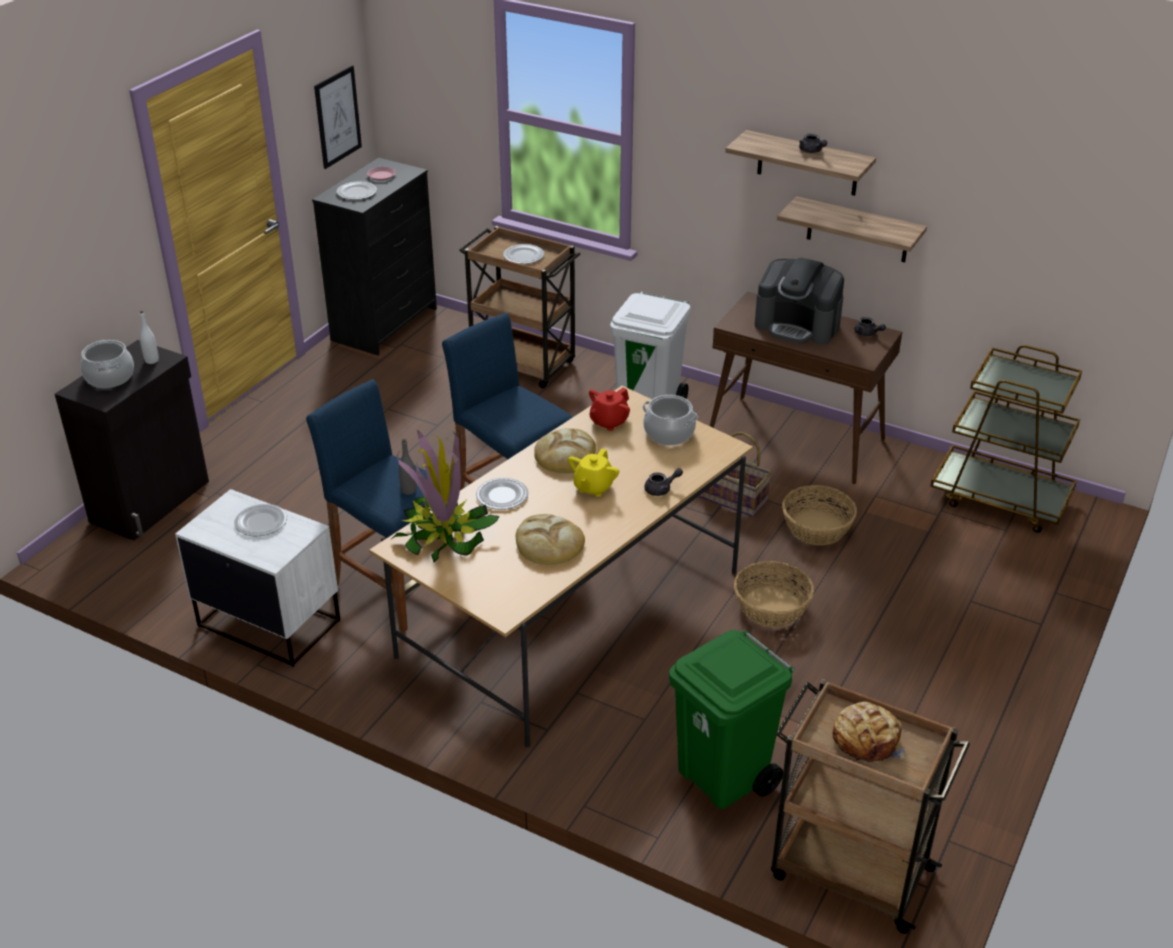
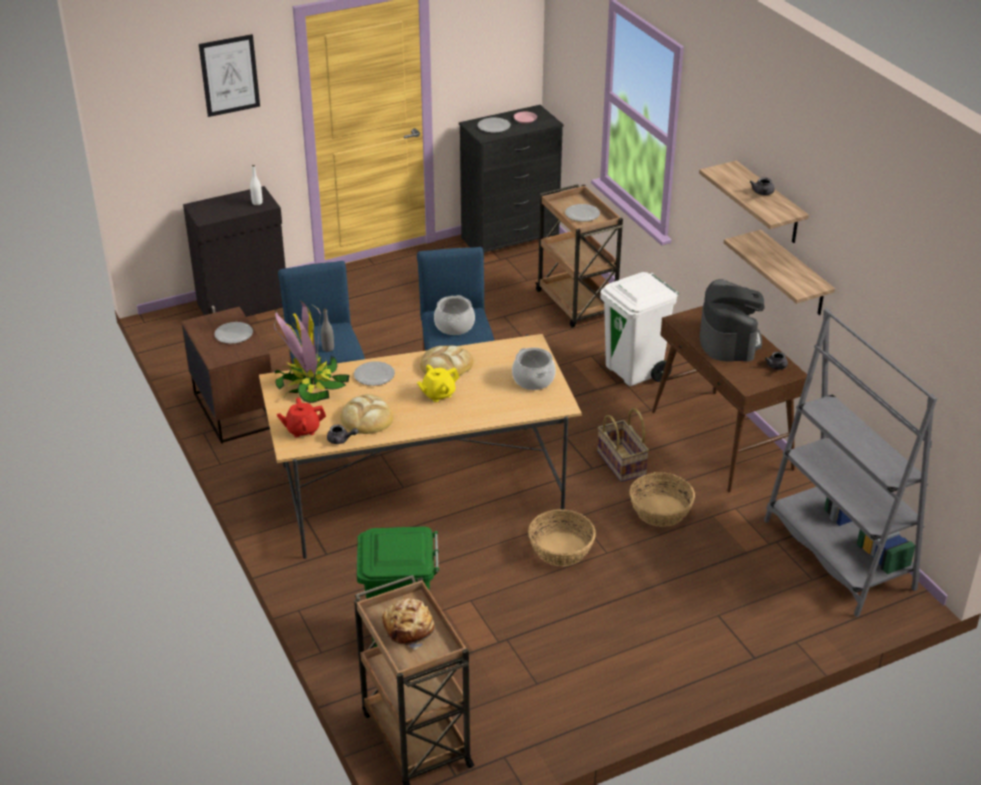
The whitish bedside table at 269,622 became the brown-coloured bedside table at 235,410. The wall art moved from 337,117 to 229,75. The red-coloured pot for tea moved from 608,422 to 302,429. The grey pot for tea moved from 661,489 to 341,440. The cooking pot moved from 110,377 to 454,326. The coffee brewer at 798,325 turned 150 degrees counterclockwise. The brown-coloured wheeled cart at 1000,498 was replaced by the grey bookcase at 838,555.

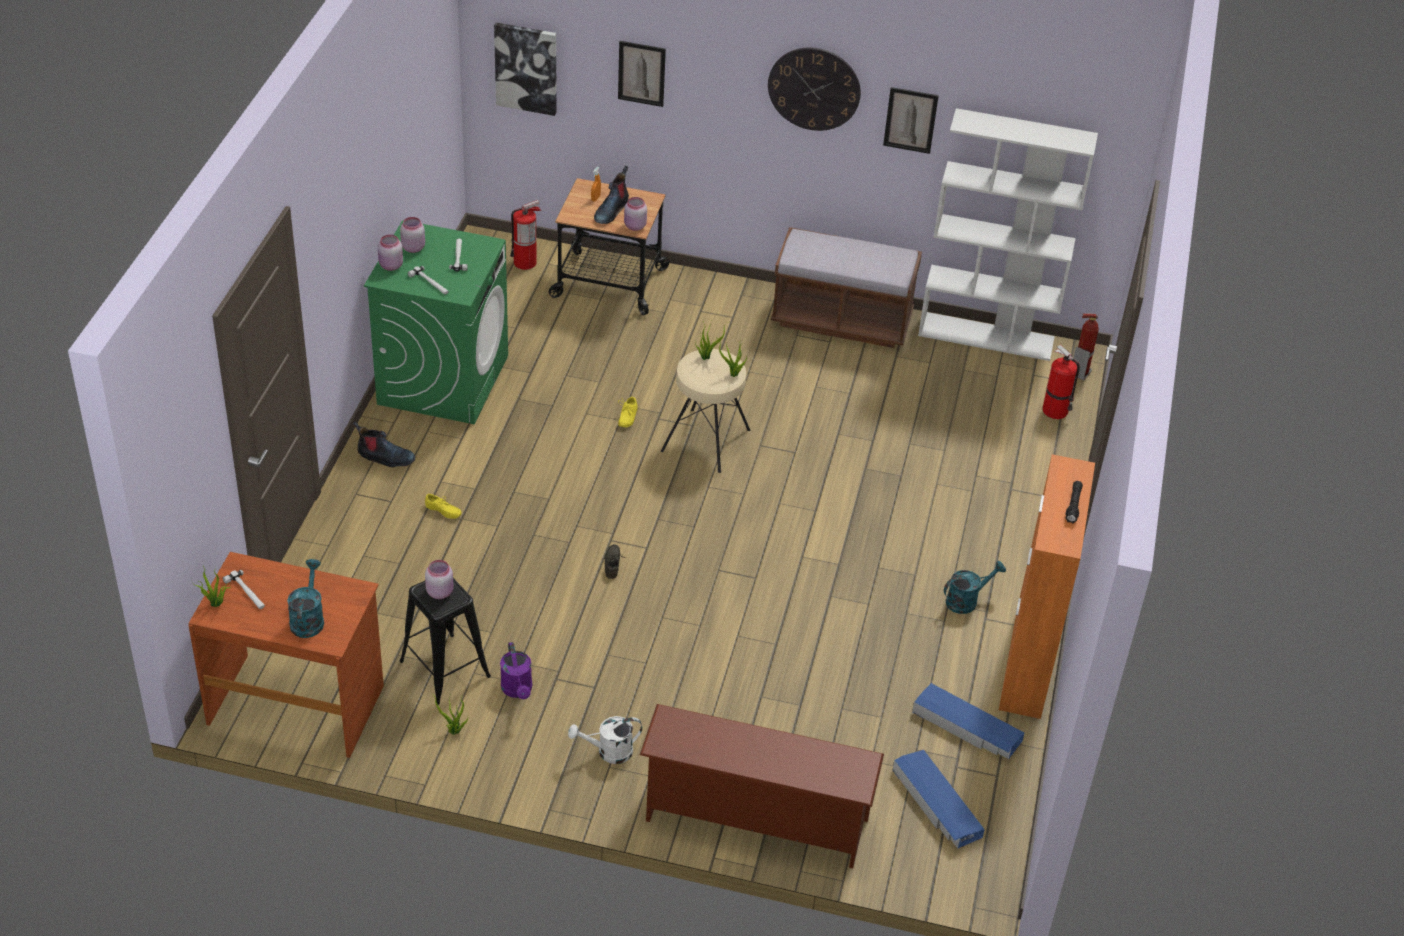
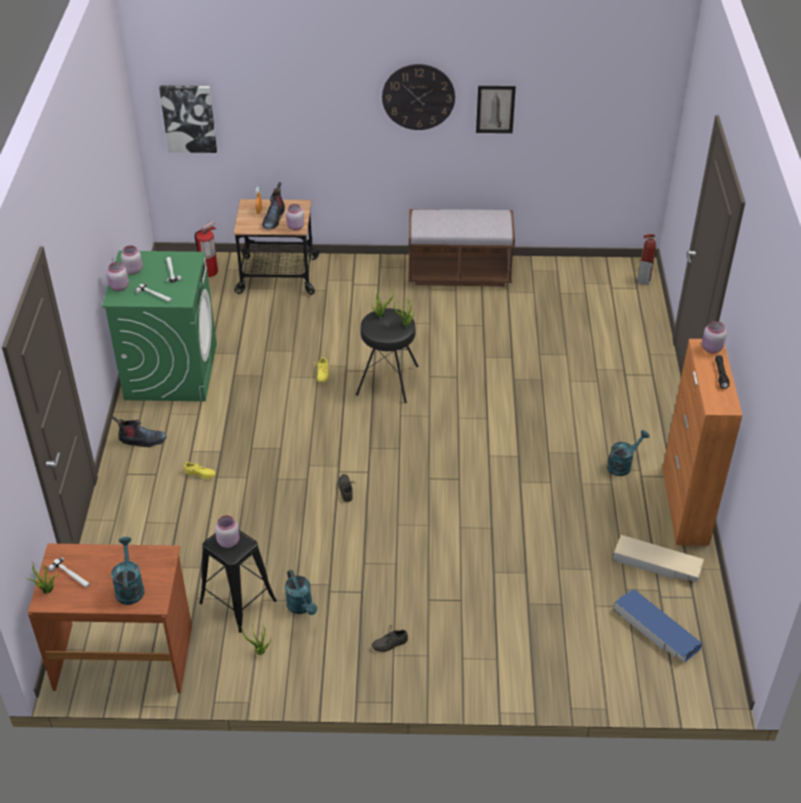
The purple watering can at 518,690 became the turquoise-coloured watering can at 301,607. The beige-coloured stool at 706,440 became the blackish stool at 388,380. The whitish watering can at 608,752 was replaced by the grey low shoe at 389,643. The bluish storage bin at 967,727 became the beige-coloured storage bin at 657,563. The pink-coloured preserve jar at 711,348 appeared. The wall art at 641,73 disappeared. The brown-coloured shoe rack at 754,821 disappeared. The whitish bookcase at 987,336 disappeared. The fire extinguisher at 1056,411 disappeared.

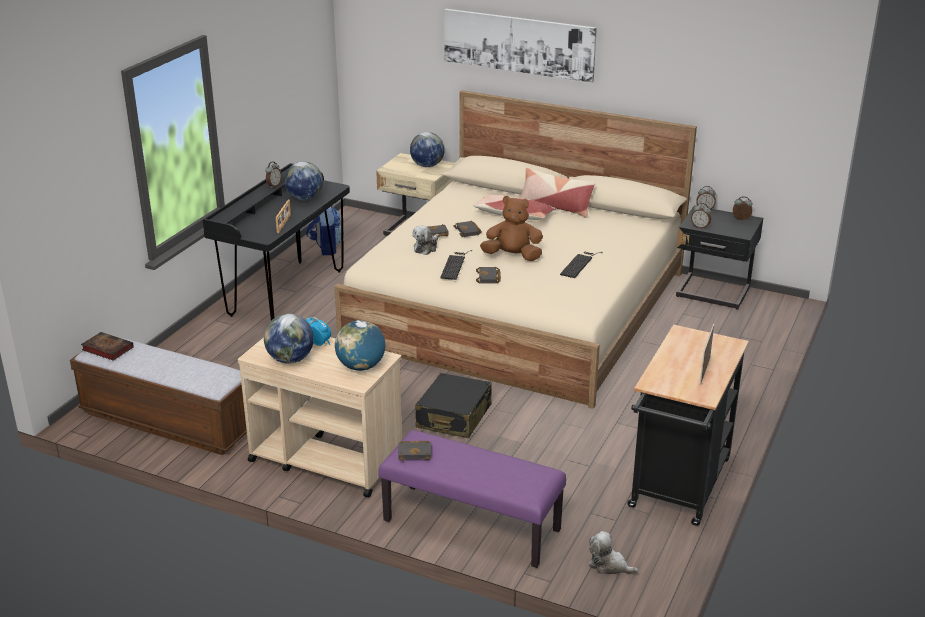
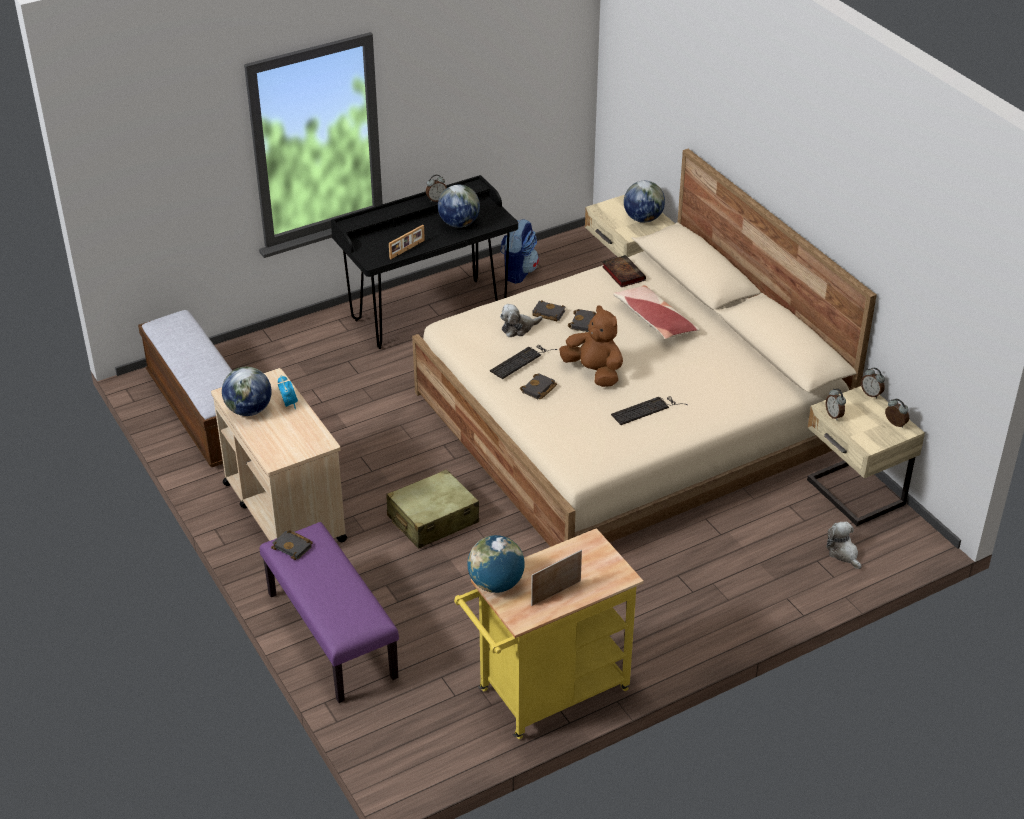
The blackish travel case at 453,417 became the beige-coloured travel case at 432,520. The blackish wheeled cart at 678,489 became the yellow wheeled cart at 546,694. The world globe moved from 361,366 to 496,584. The bound book moved from 106,349 to 622,273. The blackish bedside table at 712,293 became the beige-coloured bedside table at 853,494. The soft toy moved from 609,565 to 843,553. The wall art at 518,44 disappeared. The throw pillow at 555,207 disappeared.

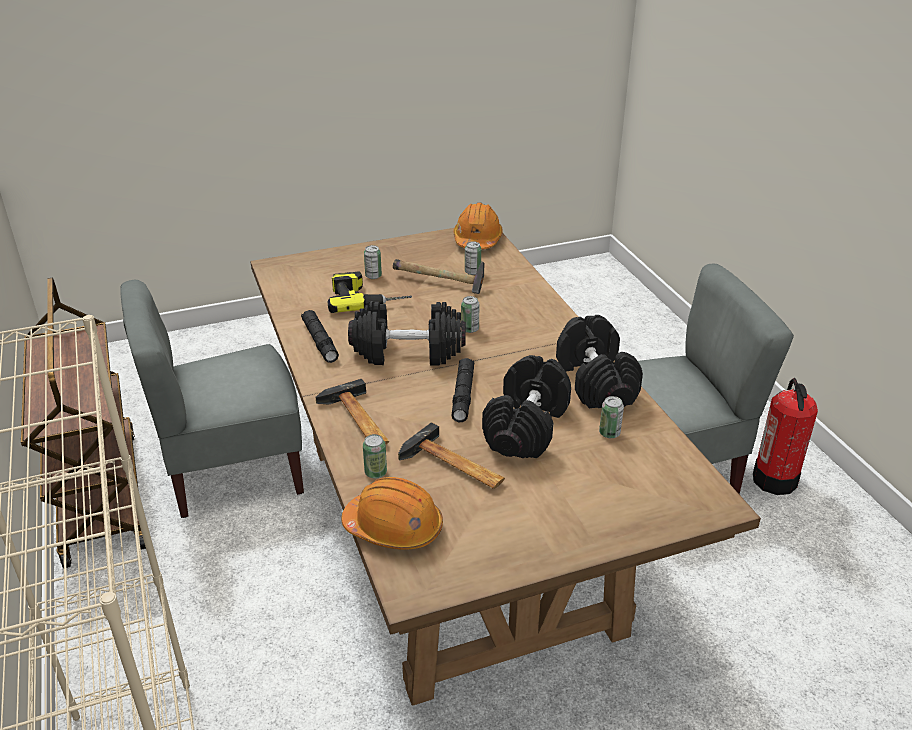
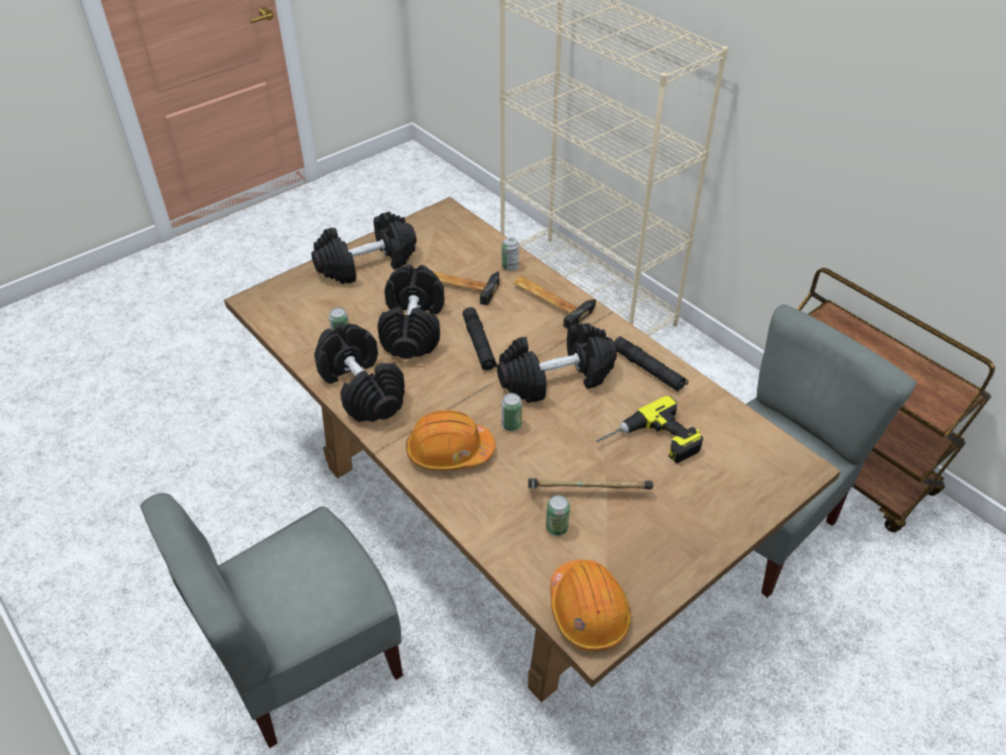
The blackish dumbbell at 366,264 appeared. The orange hard hat moved from 394,528 to 449,451. The can at 373,276 disappeared. The fire extinguisher at 775,479 disappeared.

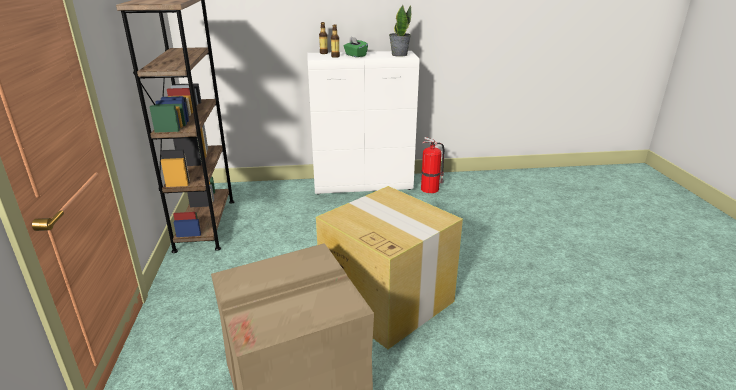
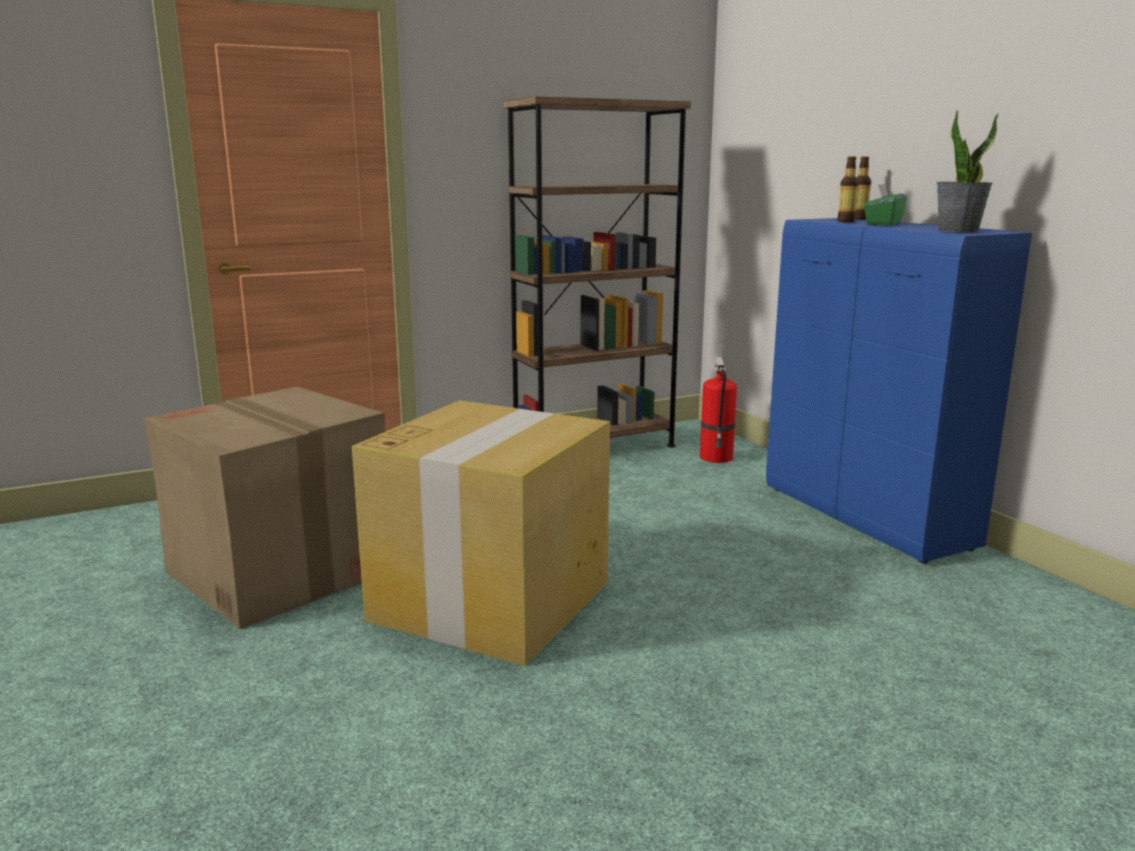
The fire extinguisher moved from 430,189 to 716,458. The whitish cabinet at 363,185 became the bluish cabinet at 867,518.

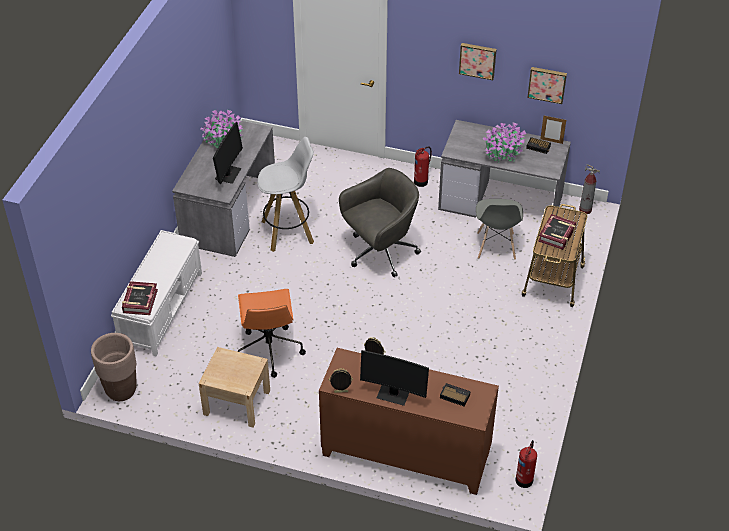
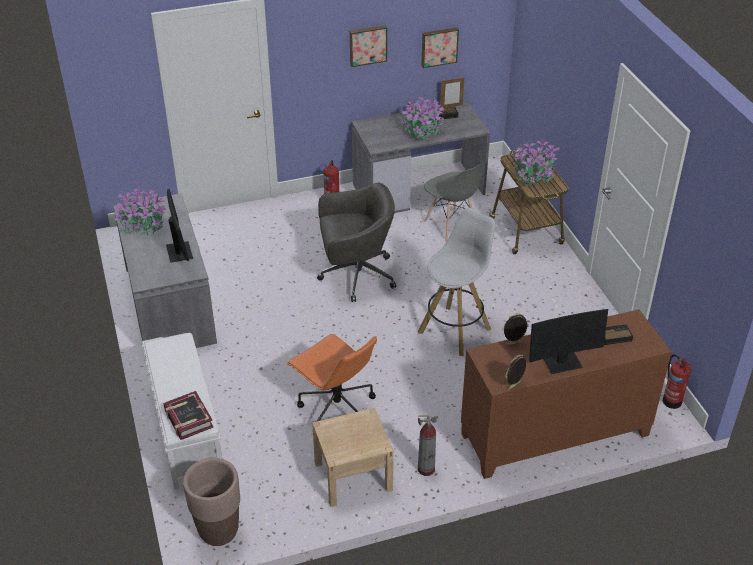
The grey office chair at 380,253 turned 60 degrees clockwise. The whitish stool moved from 288,232 to 455,330. The fire extinguisher moved from 585,210 to 426,469. The bound book at 557,235 was replaced by the houseplant at 534,176.

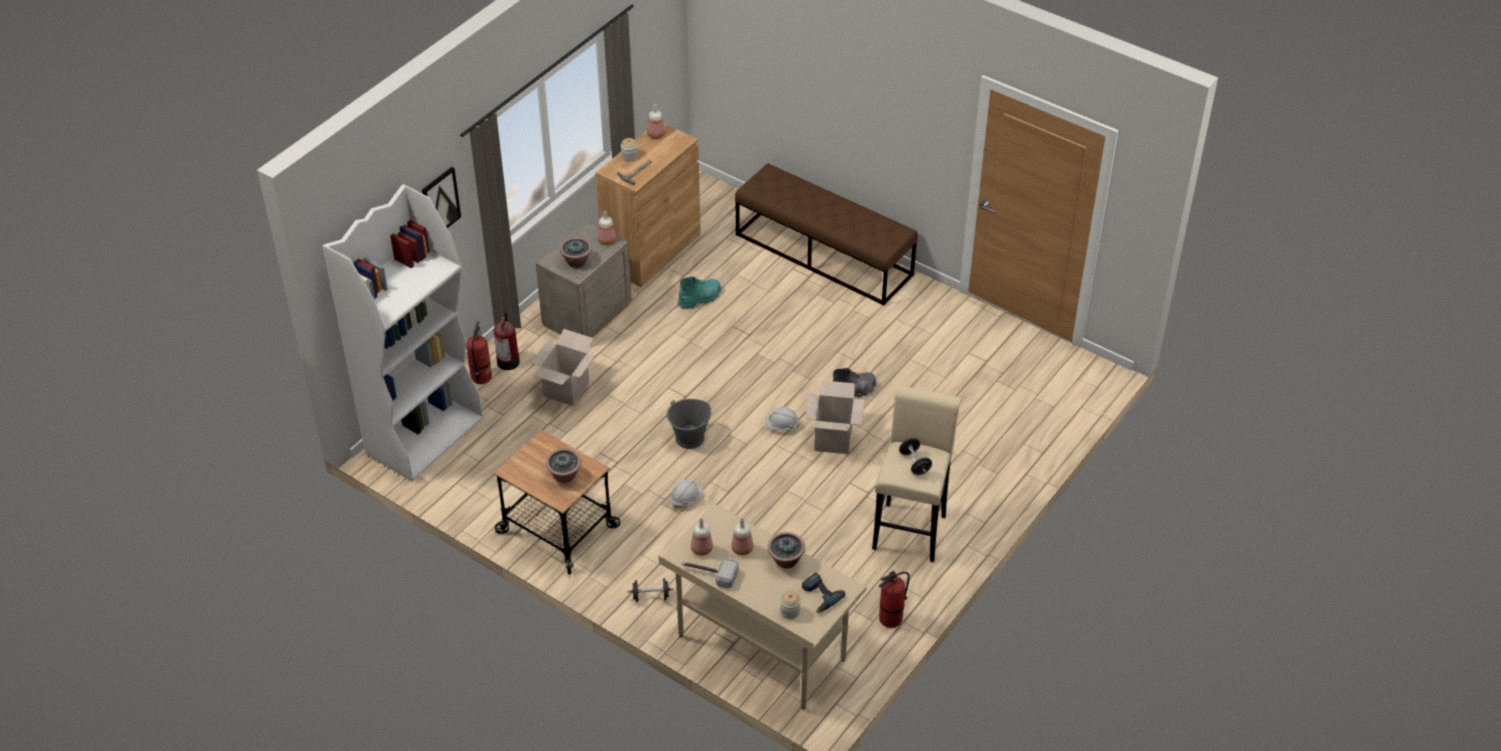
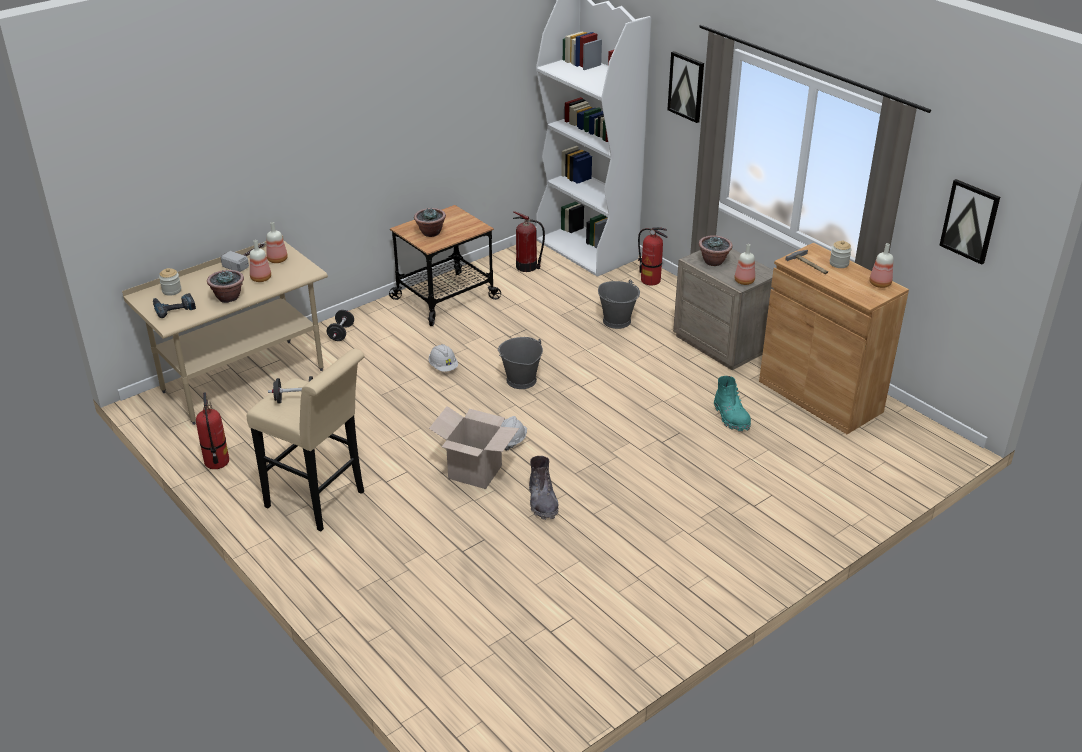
The fire extinguisher moved from 508,361 to 528,267. The cardboard box at 566,390 was replaced by the grey pail at 617,321. The wall art at 970,221 appeared. The brown-coloured indoor bench at 824,255 disappeared.

